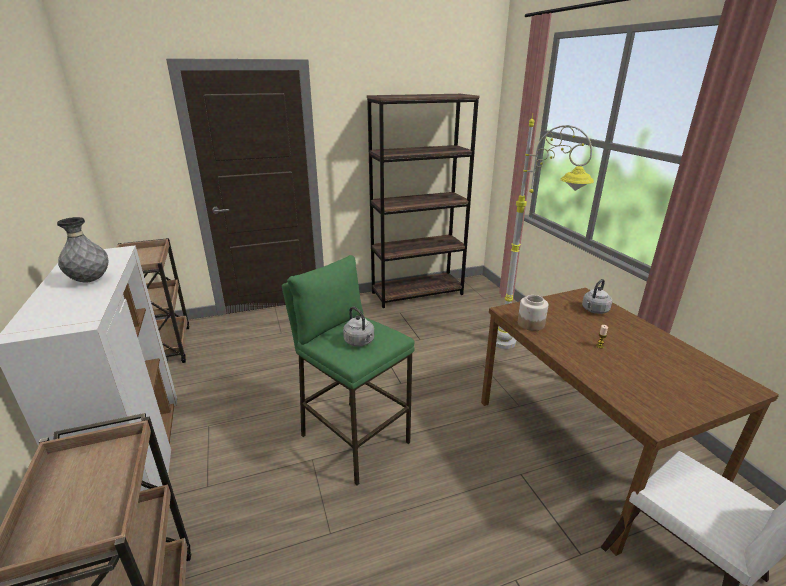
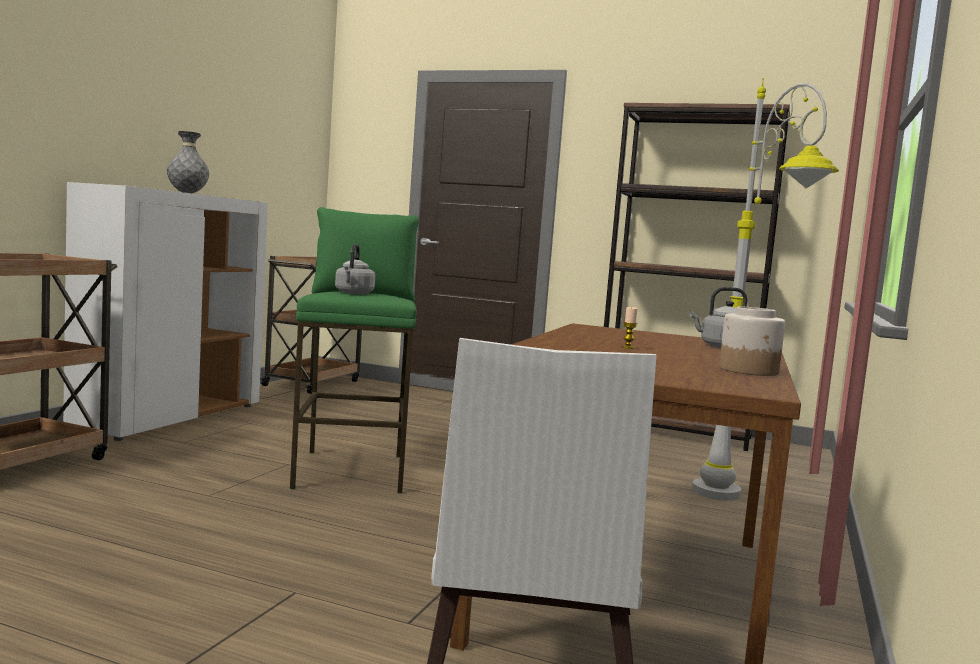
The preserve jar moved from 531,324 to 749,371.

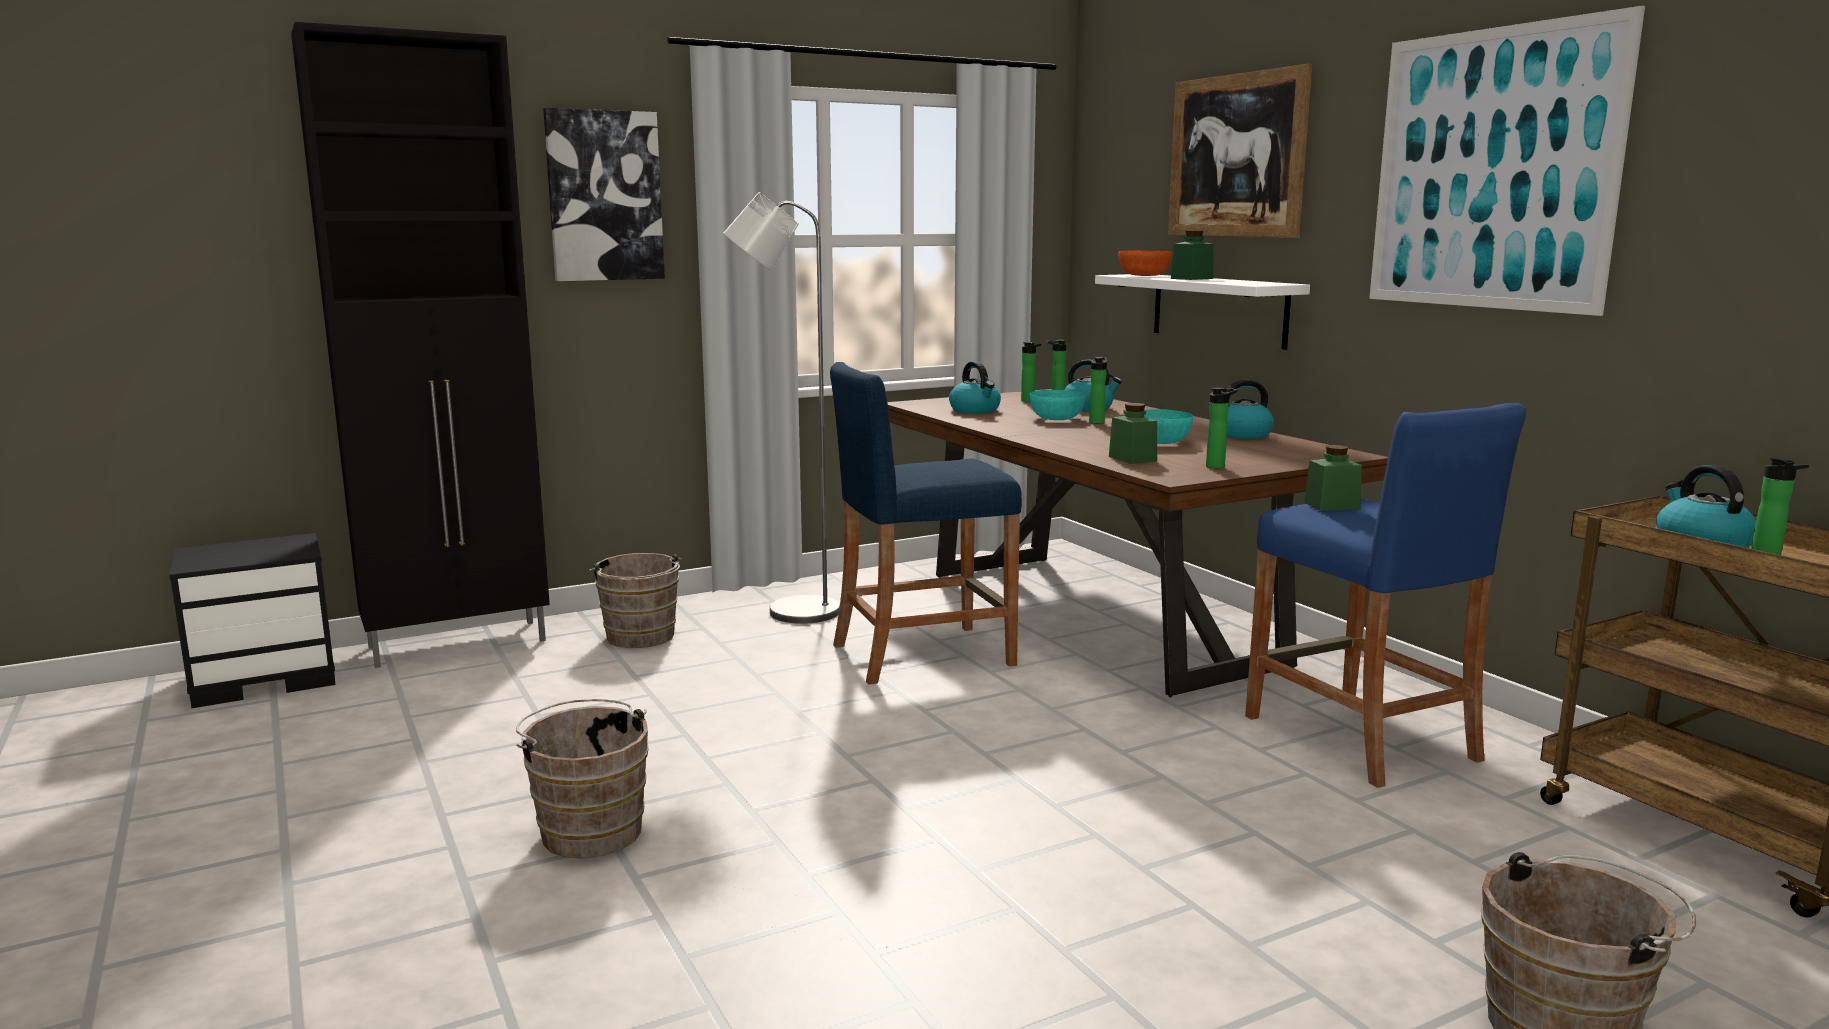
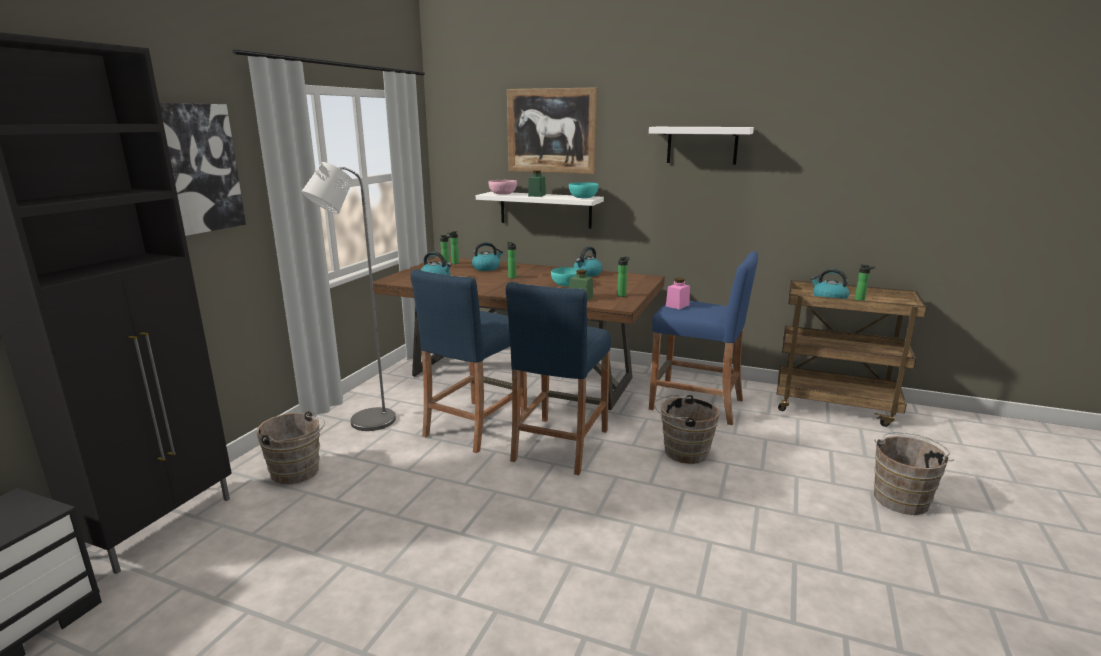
The orange serving bowl at 1143,275 became the pink-coloured serving bowl at 502,194. The bluish stool at 560,445 appeared. The turquoise-coloured serving bowl moved from 1057,418 to 583,197. The wall art at 1492,170 was replaced by the whitish shelf at 702,145. The brown-coloured pail moved from 589,830 to 682,451. The green-coloured preserve jar at 1331,506 became the pink-coloured preserve jar at 677,305.

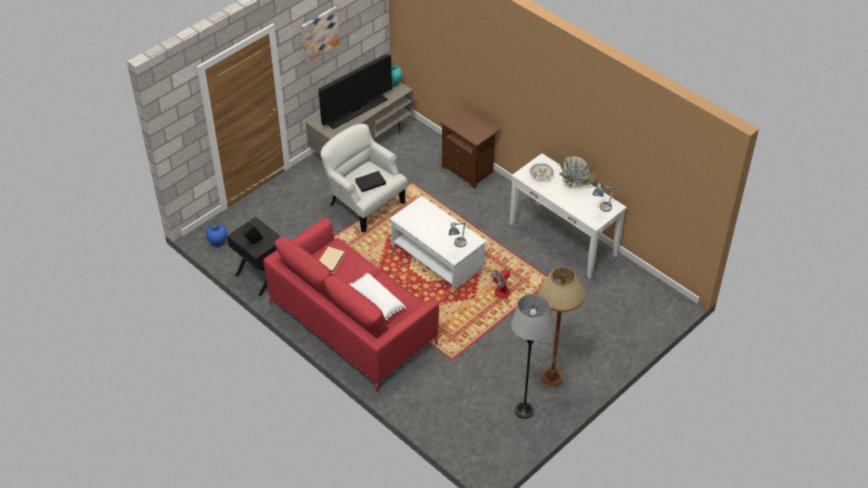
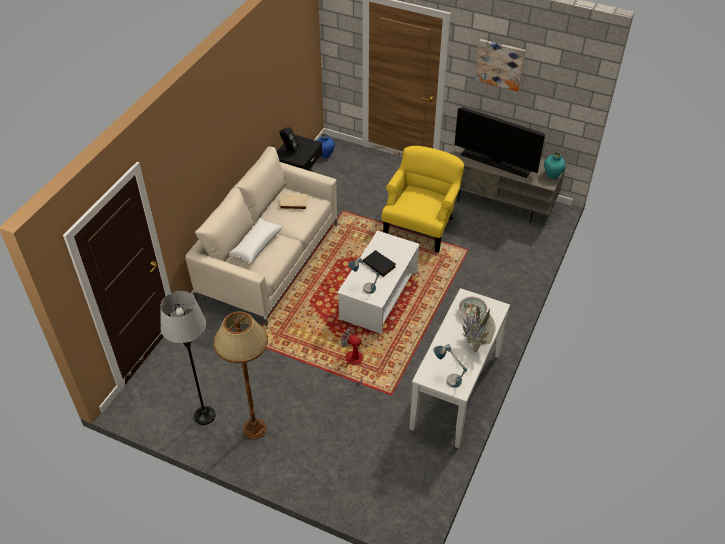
The red-coloured sofa at 352,323 became the beige-coloured sofa at 269,261. The blackish bound book moved from 370,182 to 379,264. The whitish armchair at 364,203 became the yellow armchair at 421,226. The brown-coloured bedside table at 469,170 disappeared.

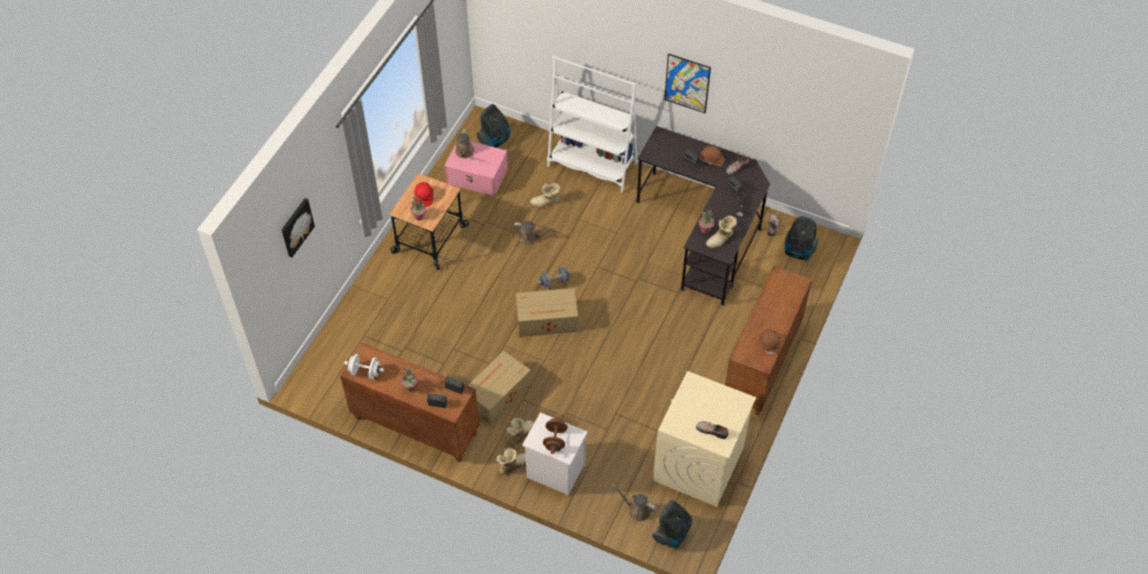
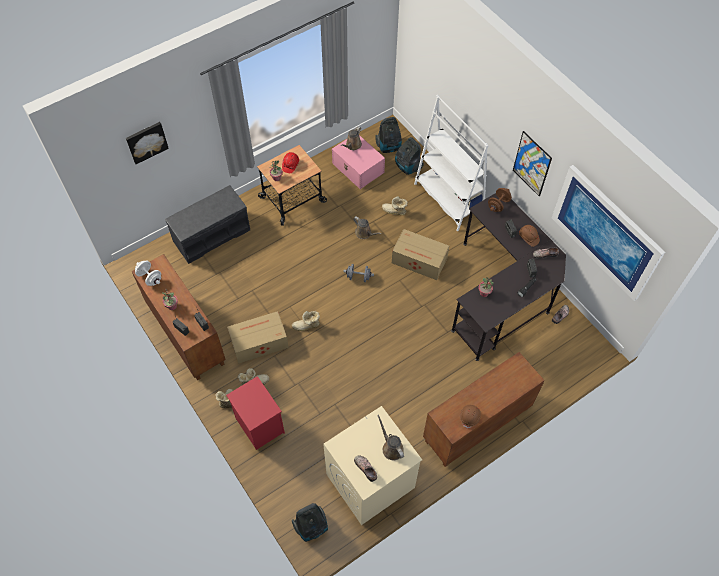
The grey indoor bench at 212,235 appeared. The whitish bedside table at 554,471 became the red-coloured bedside table at 258,425. The high-top boot moved from 721,240 to 307,326. The brown-coloured watering can moved from 637,510 to 391,447. The cardboard box moved from 548,320 to 420,261. The vacuum moved from 798,251 to 407,167. The brown-coloured dumbbell moved from 555,440 to 498,205. The wall art at 605,232 appeared.

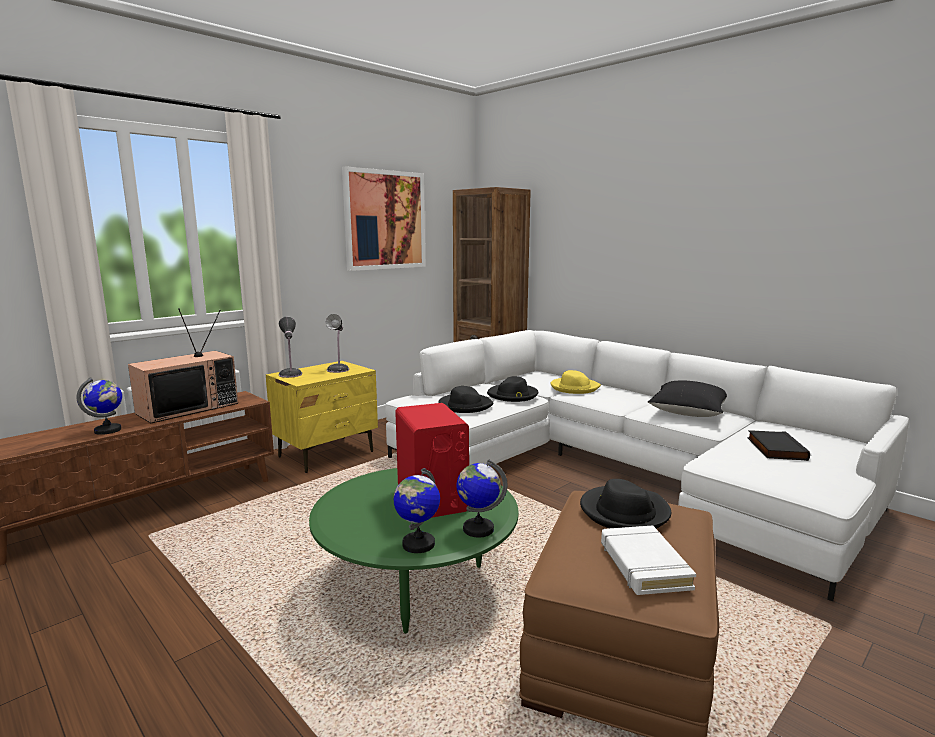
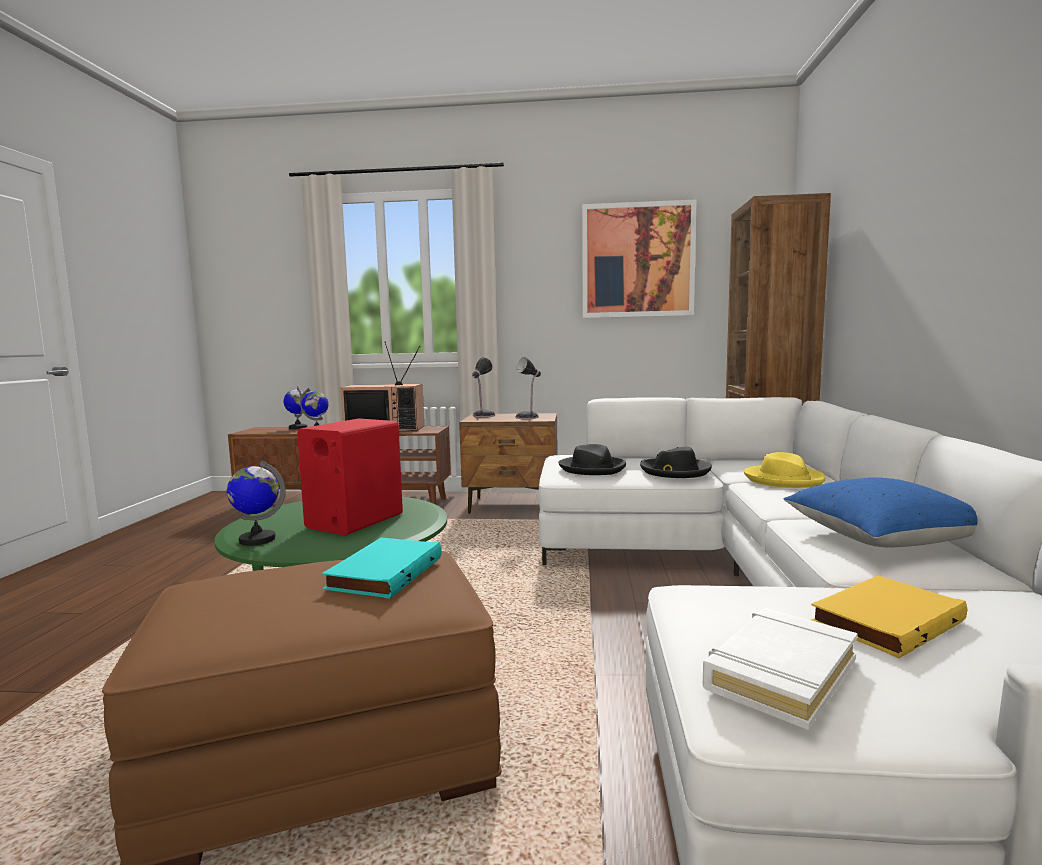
The world globe moved from 478,529 to 298,428. The blackish clothing hat at 624,512 was replaced by the turquoise-coloured bound book at 383,572. The yellow bedside table at 327,454 became the brown-coloured bedside table at 513,505. The whitish bound book moved from 643,565 to 780,673. The blackish throw pillow at 688,412 became the bluish throw pillow at 881,539. The blackish bound book at 774,448 became the yellow bound book at 884,620.

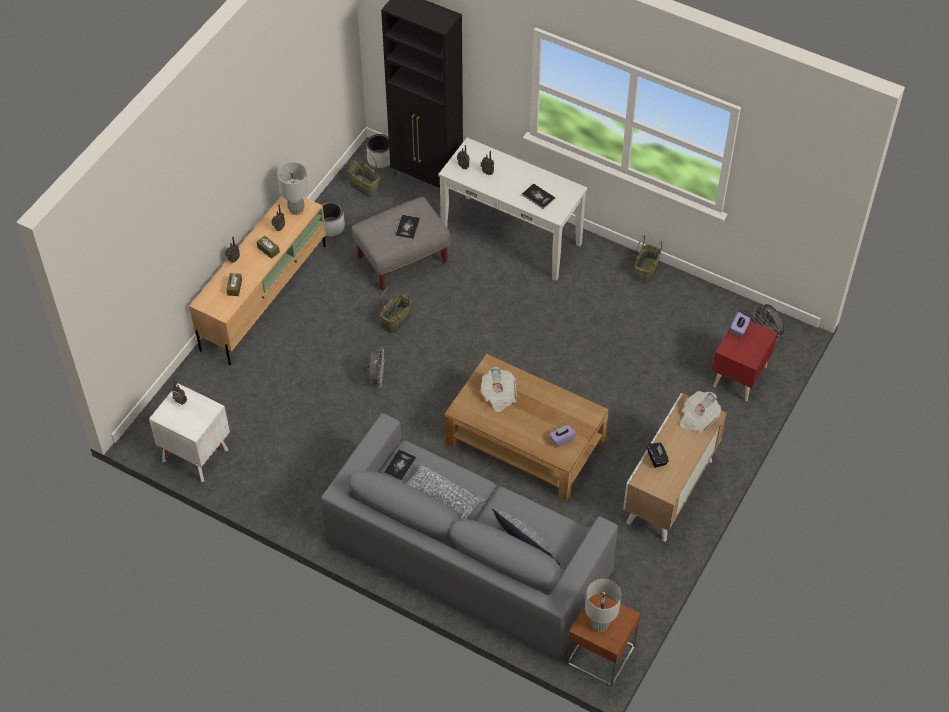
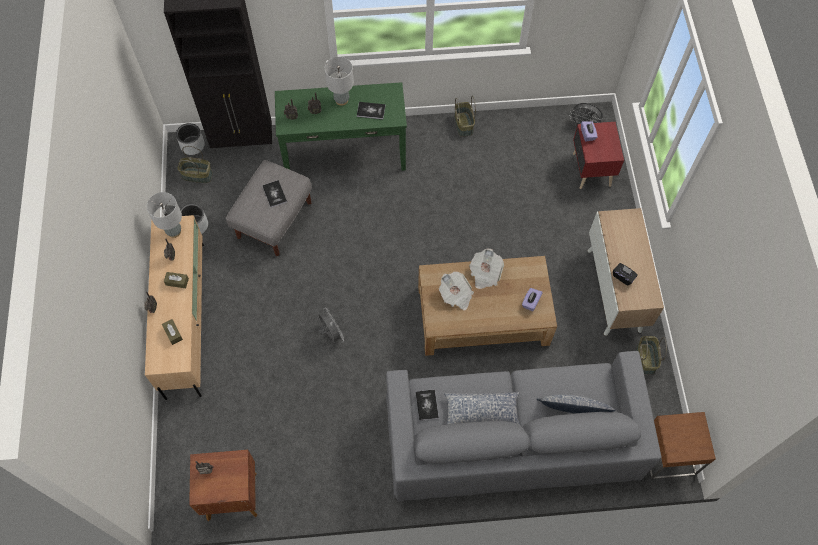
The whitish bedside table at 195,454 became the brown-coloured bedside table at 231,495. The whitish console table at 511,236 became the green-coloured console table at 344,153. The grey tabletop lamp moved from 599,625 to 341,100. The newspaper moved from 698,418 to 485,274. The basket moved from 396,319 to 645,358.

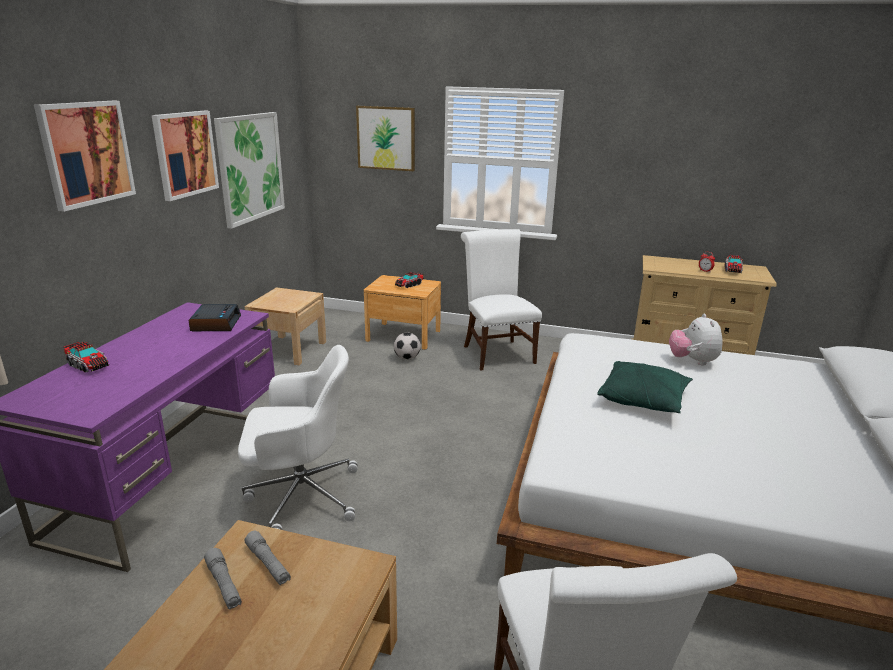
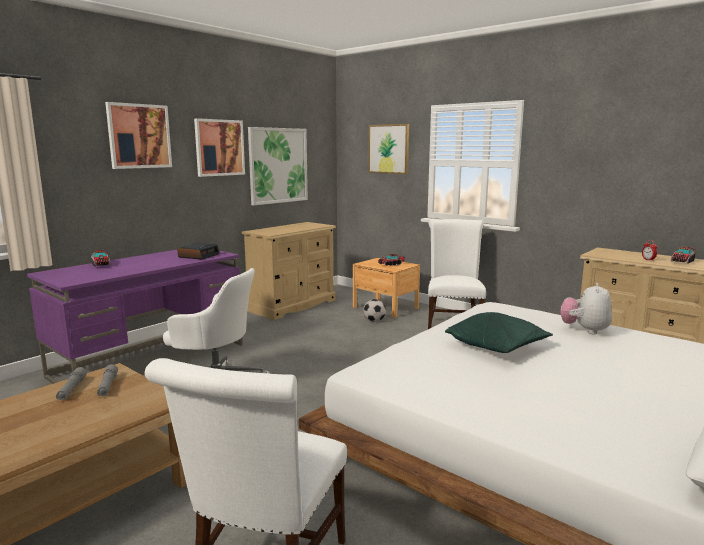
The beige-coloured bedside table at 289,349 was replaced by the beige-coloured drawer chest at 292,305.

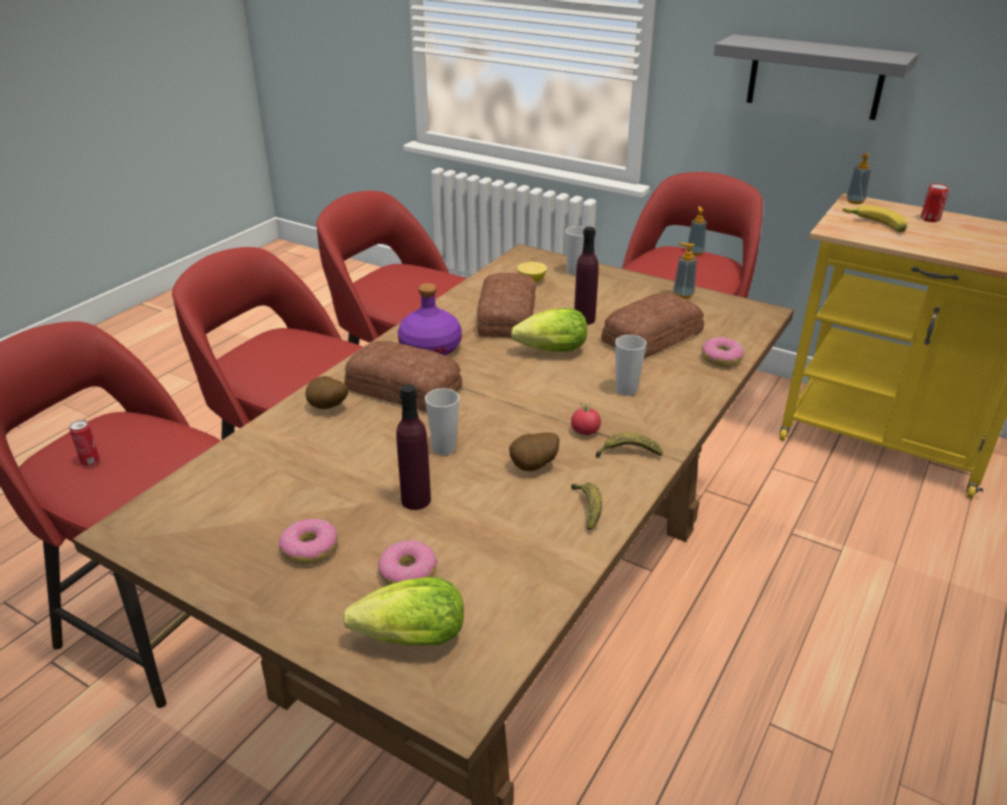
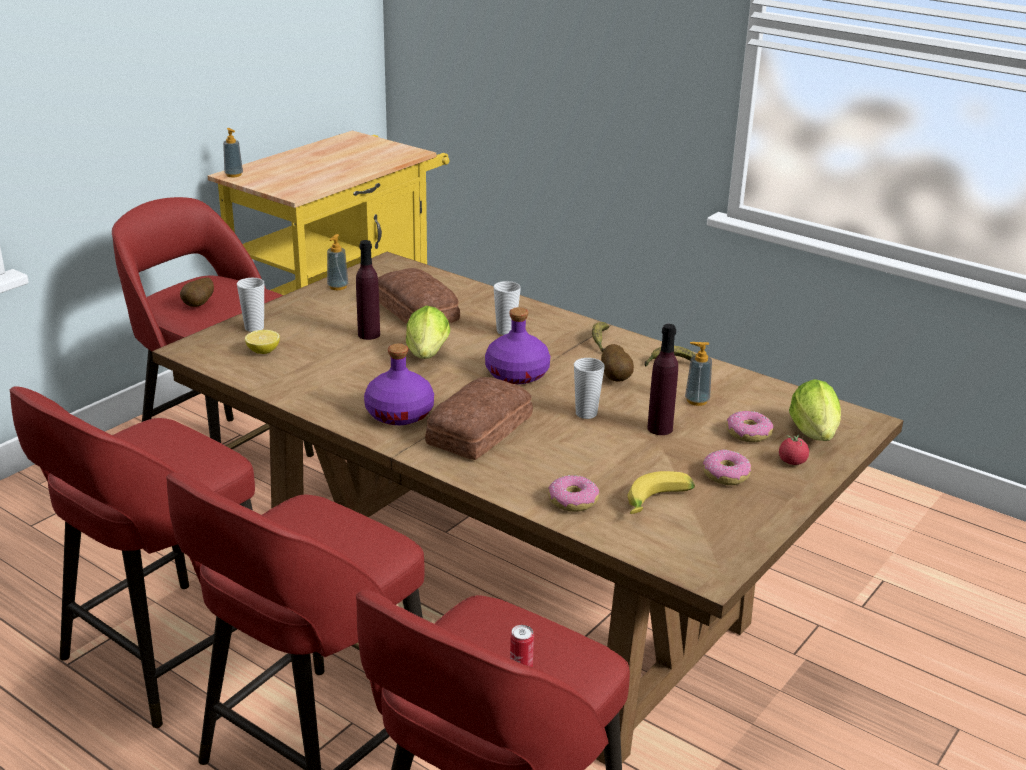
The whole potato moved from 327,408 to 199,305. The purple bottle at 517,374 appeared. The donut moved from 721,358 to 572,501. The banana fruit moved from 875,226 to 659,503. The soap dispenser moved from 695,252 to 696,401. The fresh tomato moved from 585,431 to 792,462. The baked bread at 509,316 disappeared. The grey shelf at 815,77 disappeared. The can at 930,219 disappeared.

